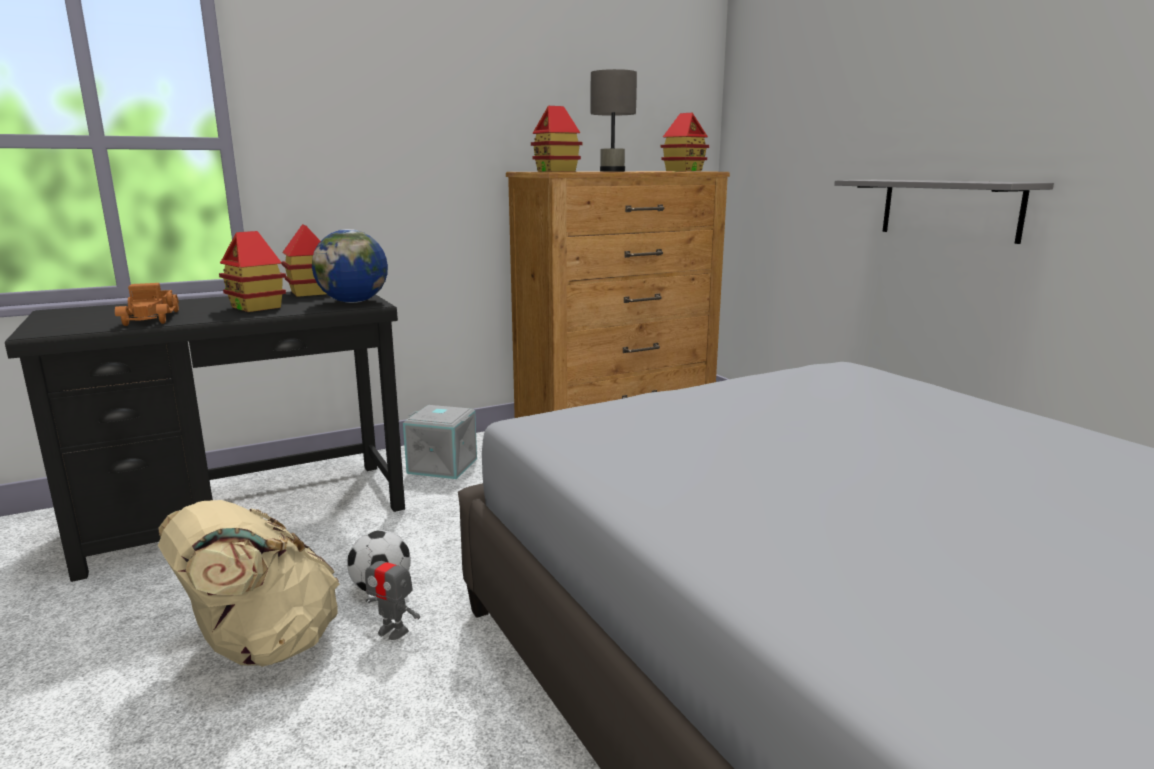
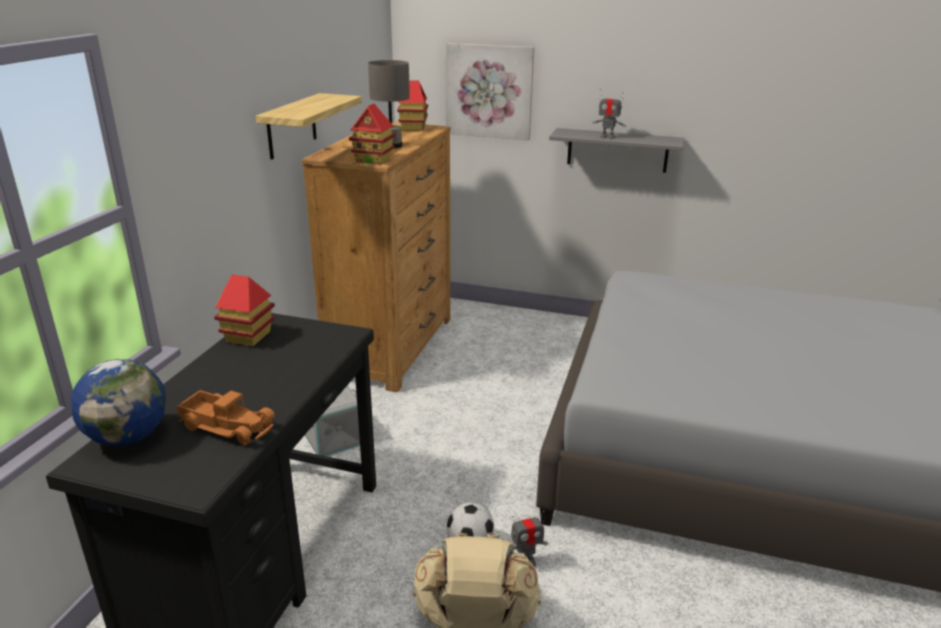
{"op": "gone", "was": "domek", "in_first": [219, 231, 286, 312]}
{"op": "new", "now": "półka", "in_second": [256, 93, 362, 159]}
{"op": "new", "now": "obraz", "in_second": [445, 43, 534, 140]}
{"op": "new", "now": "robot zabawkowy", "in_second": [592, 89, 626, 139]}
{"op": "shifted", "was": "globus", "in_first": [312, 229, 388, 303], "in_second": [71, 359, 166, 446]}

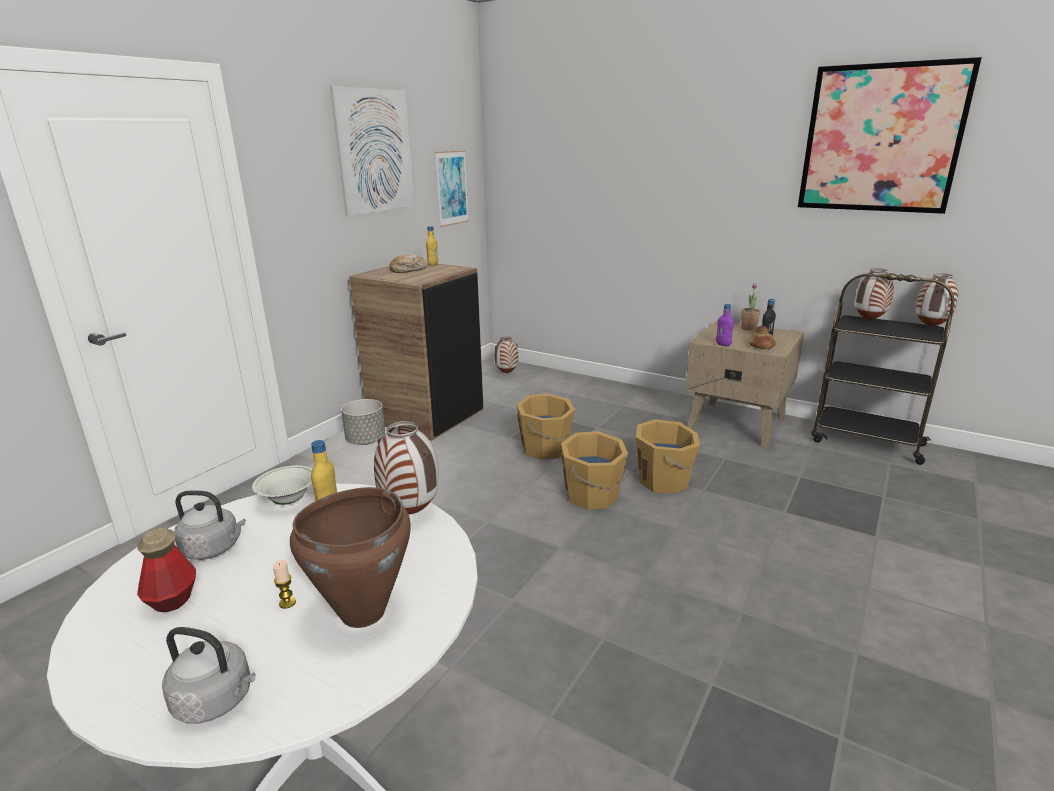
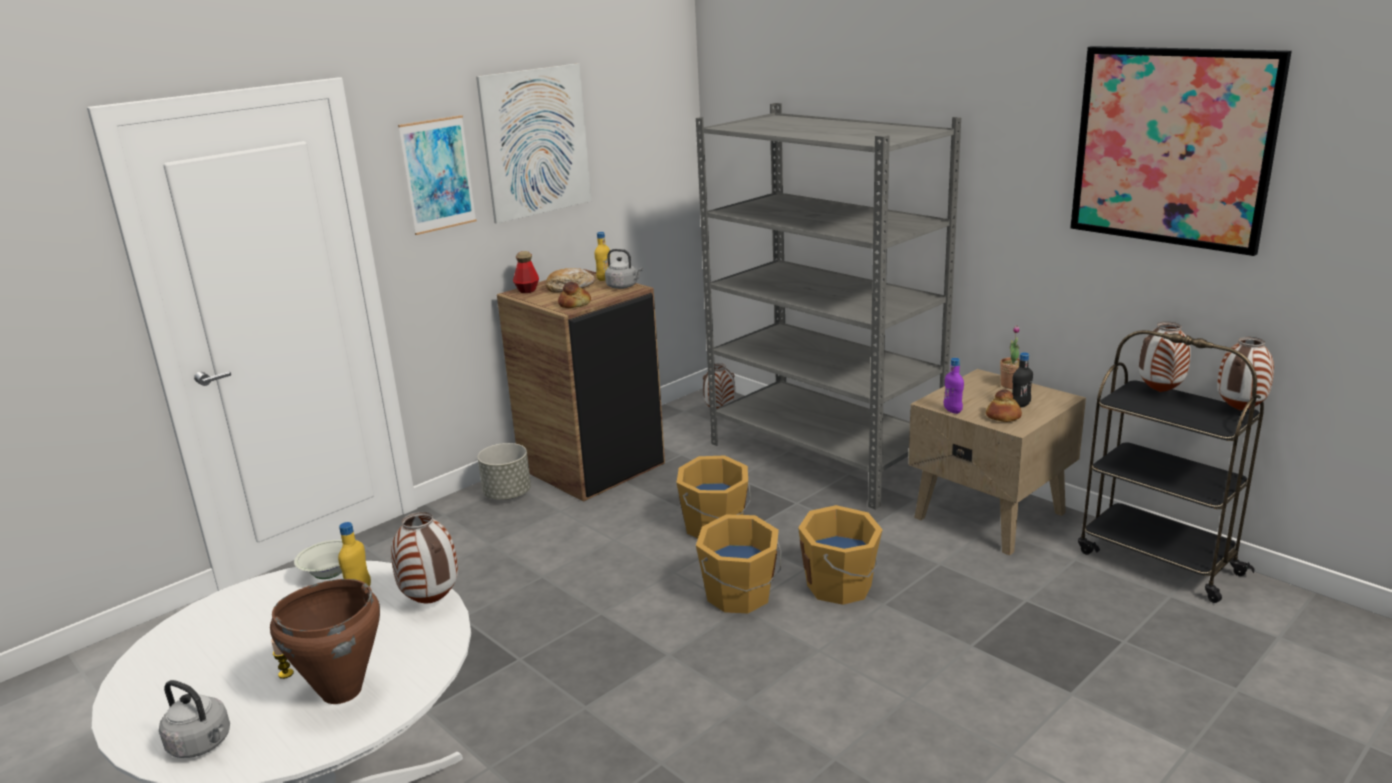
{"op": "new", "now": "chleb", "in_second": [558, 282, 591, 308]}
{"op": "new", "now": "regał [szary]", "in_second": [696, 103, 961, 510]}
{"op": "shifted", "was": "butelka", "in_first": [137, 528, 196, 612], "in_second": [513, 251, 539, 293]}
{"op": "shifted", "was": "czajnik [szary]", "in_first": [174, 490, 246, 560], "in_second": [605, 249, 643, 289]}
{"op": "shifted", "was": "obraz", "in_first": [435, 150, 469, 227], "in_second": [398, 115, 477, 235]}

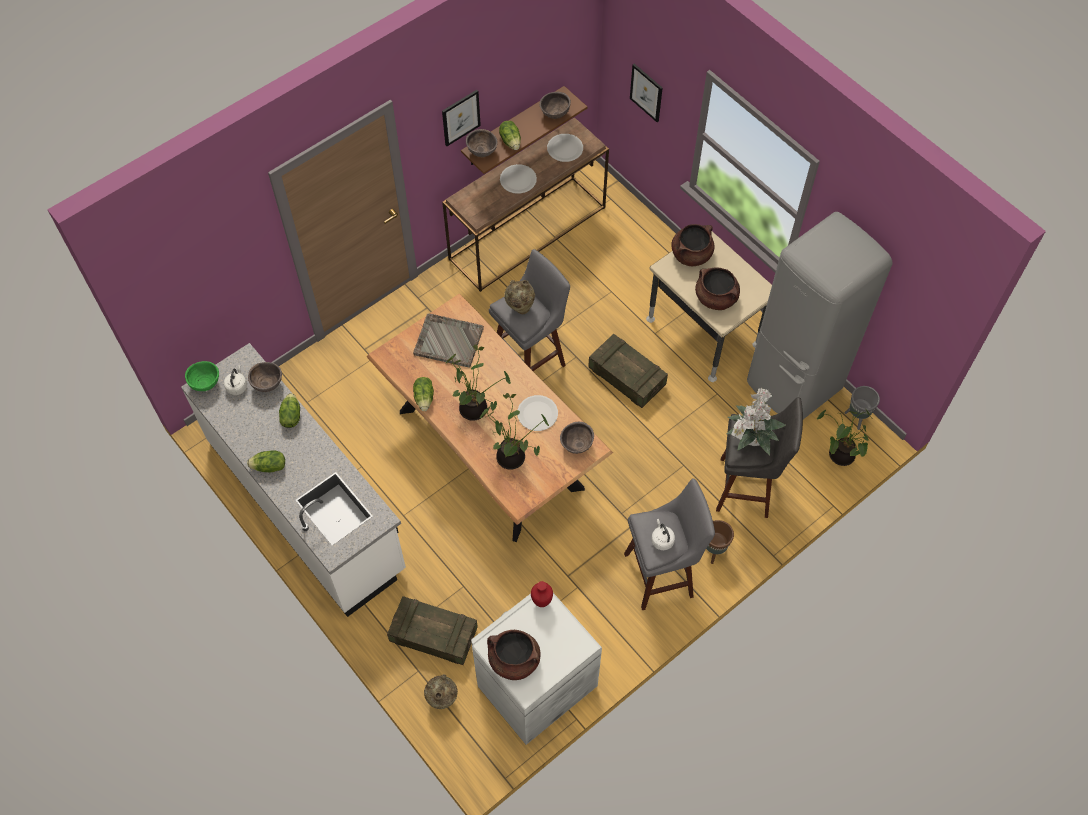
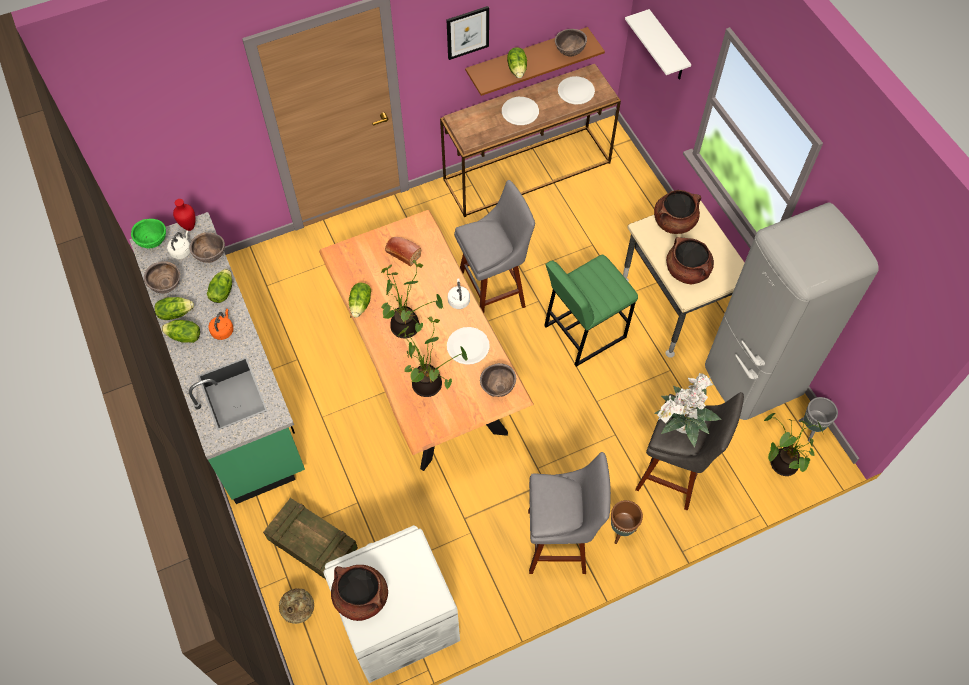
{"op": "gone", "was": "wazon [beżowy]", "in_first": [504, 280, 535, 314]}
{"op": "new", "now": "sałata", "in_second": [154, 297, 194, 320]}
{"op": "new", "now": "czajnik [pomarańczowy]", "in_second": [209, 309, 234, 340]}
{"op": "shifted", "was": "miska [brązowy]", "in_first": [466, 129, 498, 158], "in_second": [144, 261, 180, 294]}
{"op": "shifted", "was": "wazon [czerwony]", "in_first": [531, 581, 553, 607], "in_second": [173, 199, 196, 231]}
{"op": "shifted", "was": "czajnik [biały]", "in_first": [651, 519, 675, 550], "in_second": [448, 278, 470, 309]}
{"op": "swapped", "was": "taca [szary]", "now": "chleb", "in_first": [413, 313, 484, 368], "in_second": [385, 237, 421, 266]}
{"op": "swapped", "was": "skrzynka", "now": "krzesło [zielony]", "in_first": [588, 334, 668, 408], "in_second": [544, 255, 638, 367]}
{"op": "swapped", "was": "obraz", "now": "półka [biały]", "in_first": [630, 64, 662, 122], "in_second": [625, 9, 691, 80]}
{"op": "repainted", "was": "zabudowa kuchenna [biały]", "now": "zabudowa kuchenna [zielony]", "in_first": [181, 343, 406, 617], "in_second": [129, 212, 305, 504]}

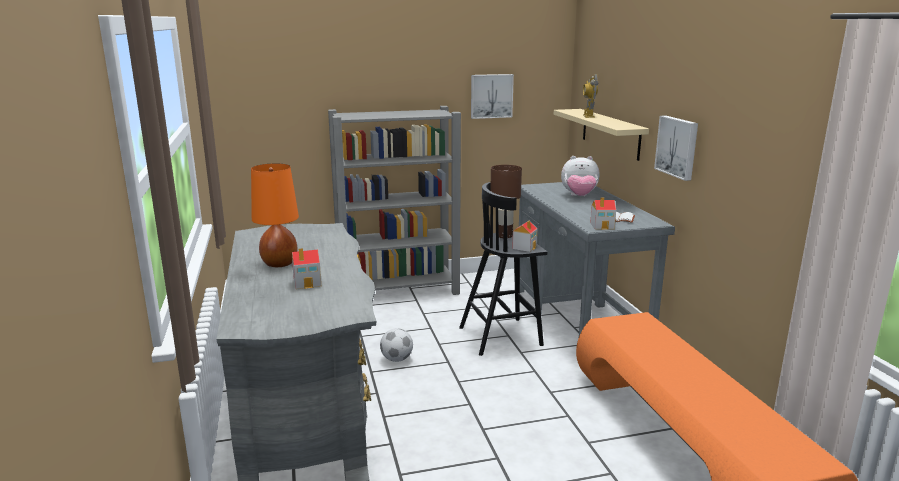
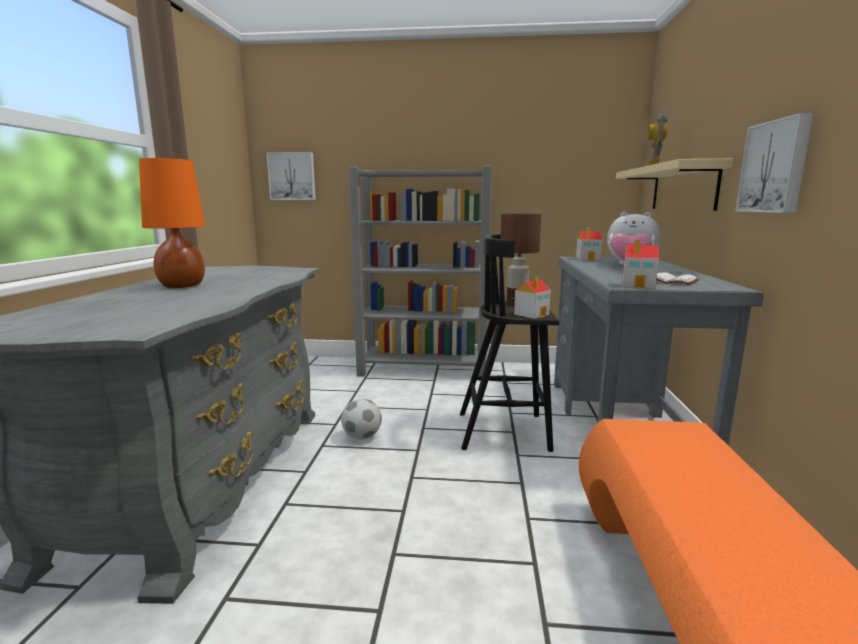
{"op": "shifted", "was": "domek", "in_first": [292, 248, 321, 289], "in_second": [576, 227, 603, 260]}
{"op": "shifted", "was": "obraz", "in_first": [471, 74, 514, 119], "in_second": [267, 152, 316, 200]}

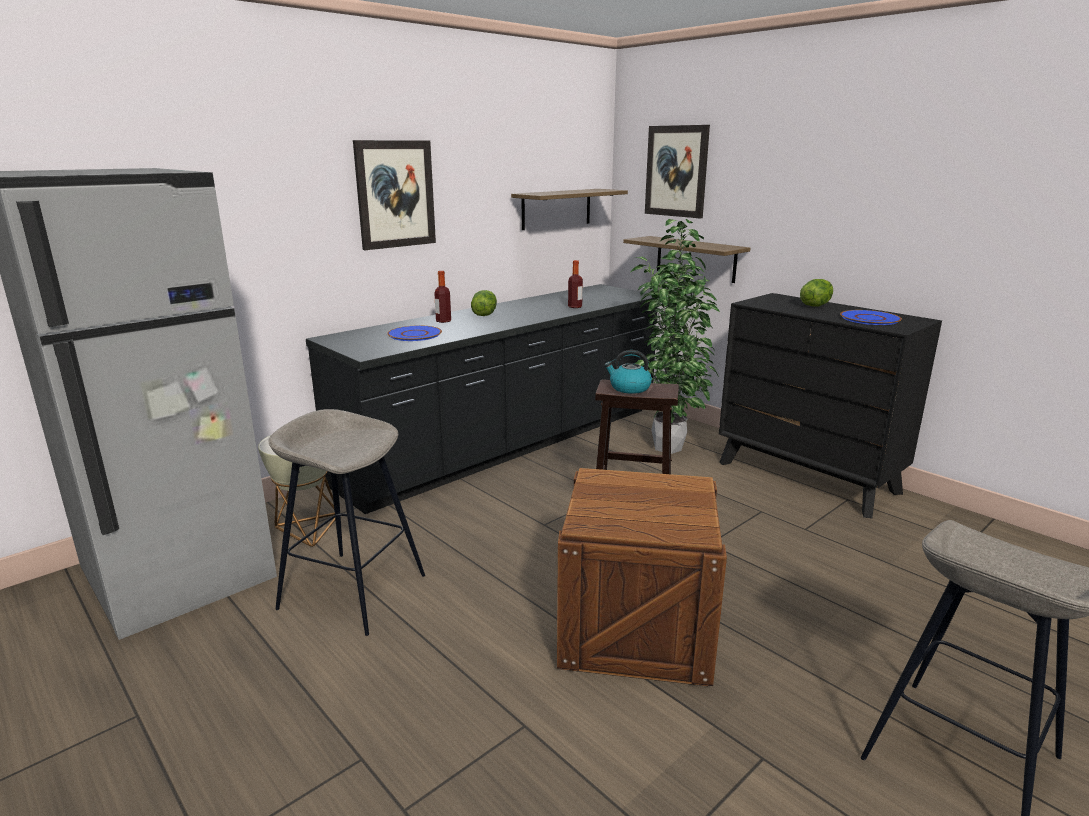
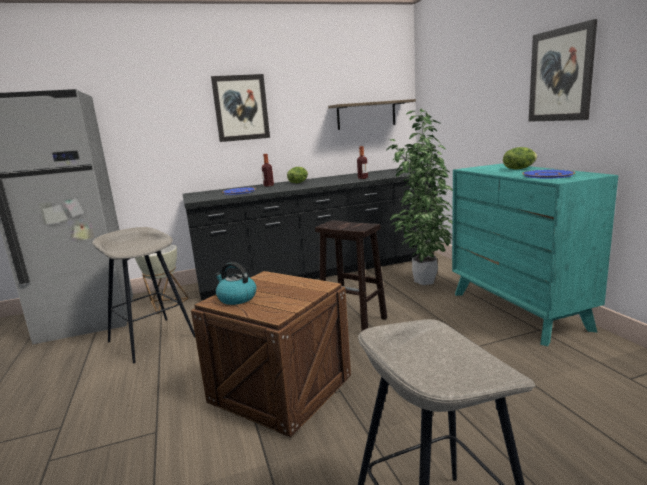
{"op": "gone", "was": "półka", "in_first": [623, 236, 750, 283]}
{"op": "shifted", "was": "czajnik", "in_first": [604, 350, 652, 394], "in_second": [215, 262, 256, 305]}
{"op": "shifted", "was": "obraz", "in_first": [645, 125, 710, 218], "in_second": [529, 19, 597, 122]}
{"op": "repainted", "was": "komoda [czarny]", "now": "komoda [turkusowy]", "in_first": [719, 293, 942, 518], "in_second": [452, 164, 618, 346]}

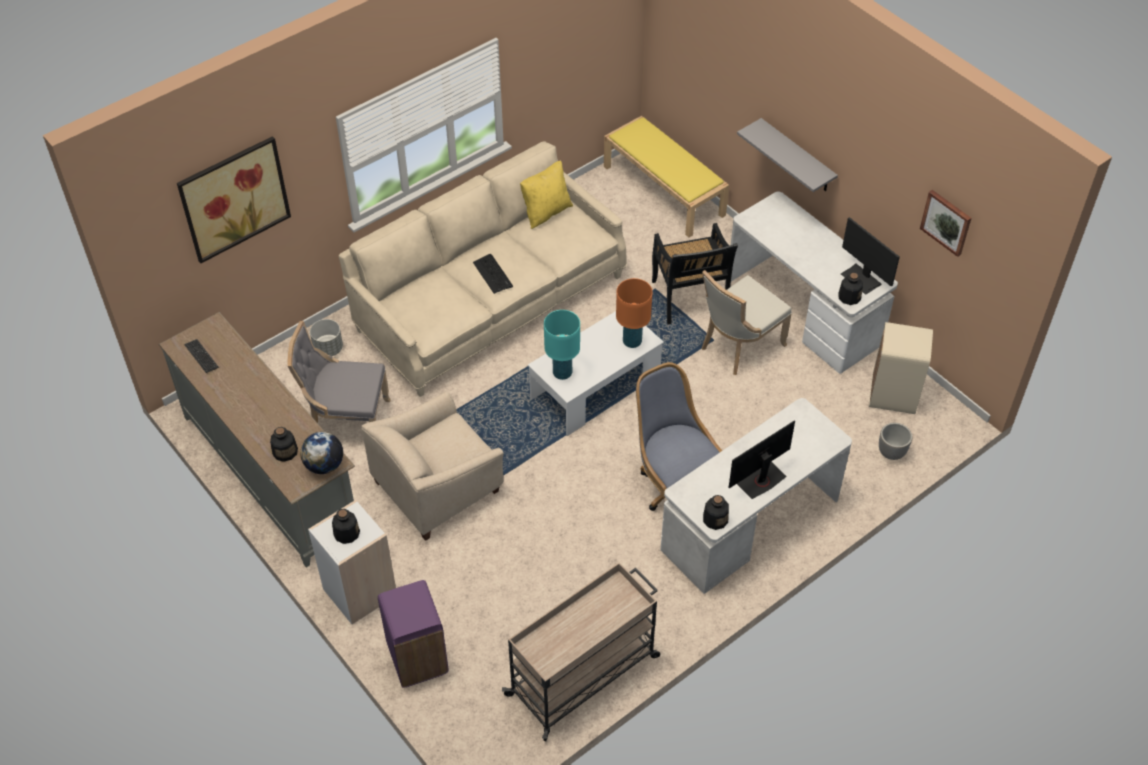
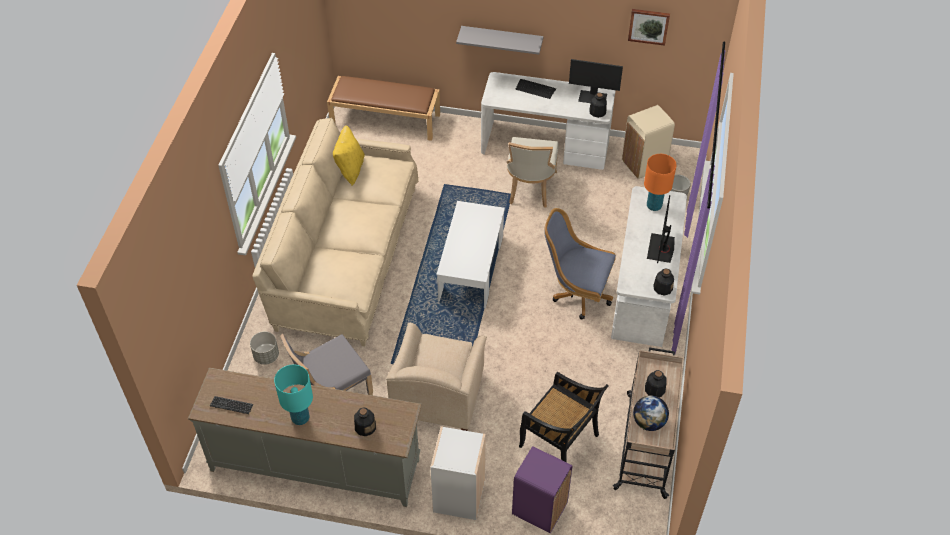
{"op": "gone", "was": "obraz", "in_first": [177, 136, 291, 263]}
{"op": "shifted", "was": "globus", "in_first": [300, 432, 343, 474], "in_second": [633, 395, 669, 431]}
{"op": "shifted", "was": "butelka", "in_first": [332, 509, 360, 544], "in_second": [645, 370, 667, 397]}
{"op": "shifted", "was": "klawiatura", "in_first": [473, 254, 513, 294], "in_second": [515, 79, 556, 99]}
{"op": "shifted", "was": "lampa stołowa [turkusowy]", "in_first": [544, 310, 580, 380], "in_second": [274, 365, 313, 425]}
{"op": "shifted", "was": "lampa stołowa [pomarańczowy]", "in_first": [616, 278, 653, 348], "in_second": [644, 154, 677, 211]}
{"op": "shifted", "was": "krzesło [czarny]", "in_first": [652, 223, 738, 325], "in_second": [519, 372, 609, 462]}
{"op": "repainted", "was": "ławka [żółty]", "now": "ławka [brązowy]", "in_first": [604, 116, 729, 237], "in_second": [327, 76, 440, 141]}

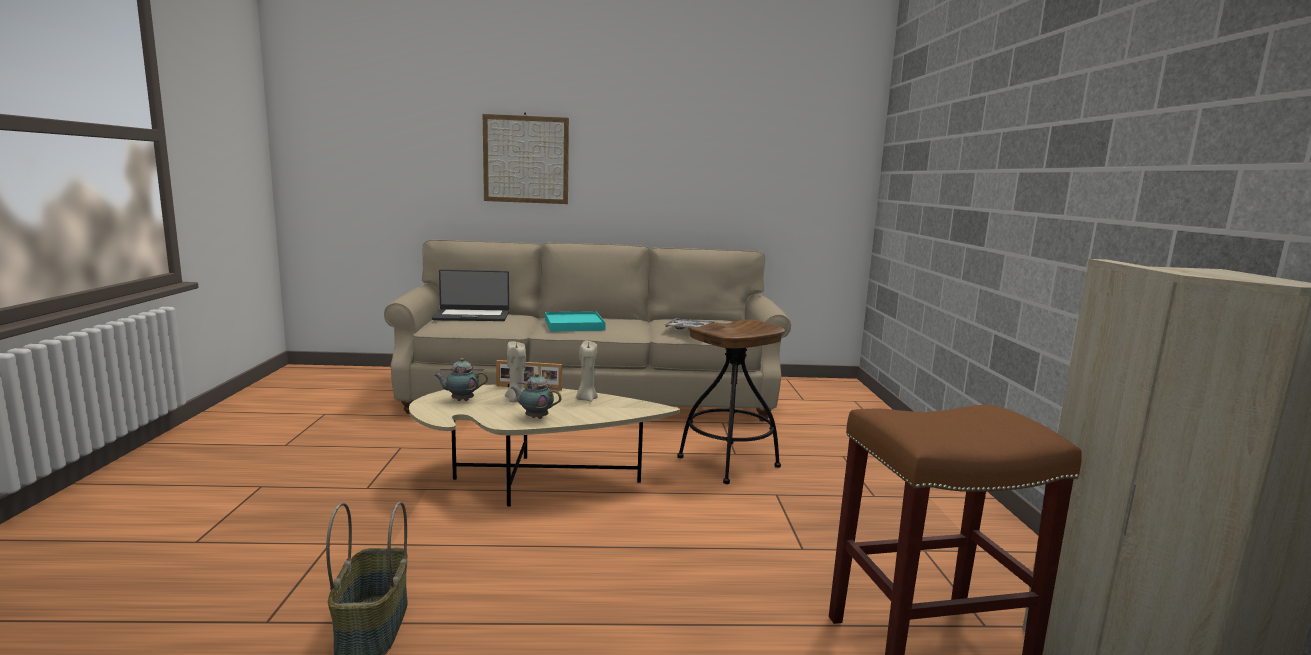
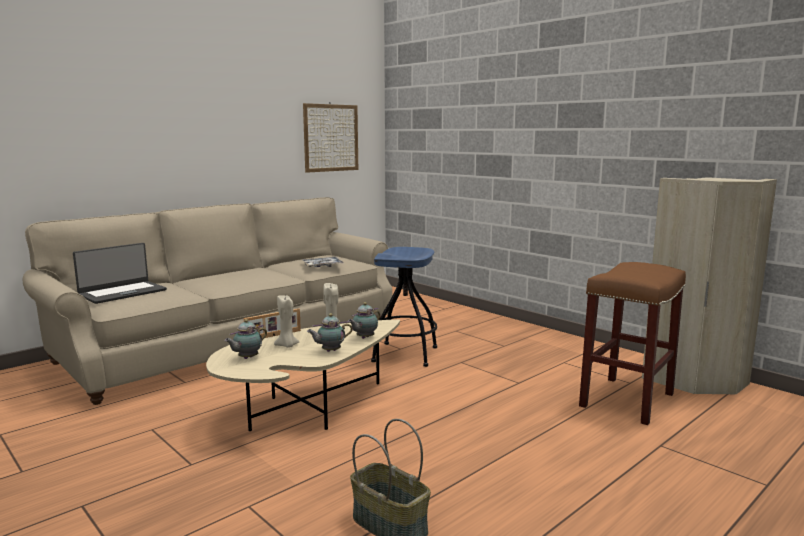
{"op": "gone", "was": "taca [turkusowy]", "in_first": [545, 311, 606, 332]}
{"op": "new", "now": "imbryk", "in_second": [348, 302, 380, 339]}
{"op": "shifted", "was": "obraz", "in_first": [483, 113, 569, 204], "in_second": [303, 102, 358, 173]}
{"op": "repainted", "was": "stołek [brązowy]", "now": "stołek [niebieski]", "in_first": [677, 319, 785, 484], "in_second": [371, 247, 437, 367]}

